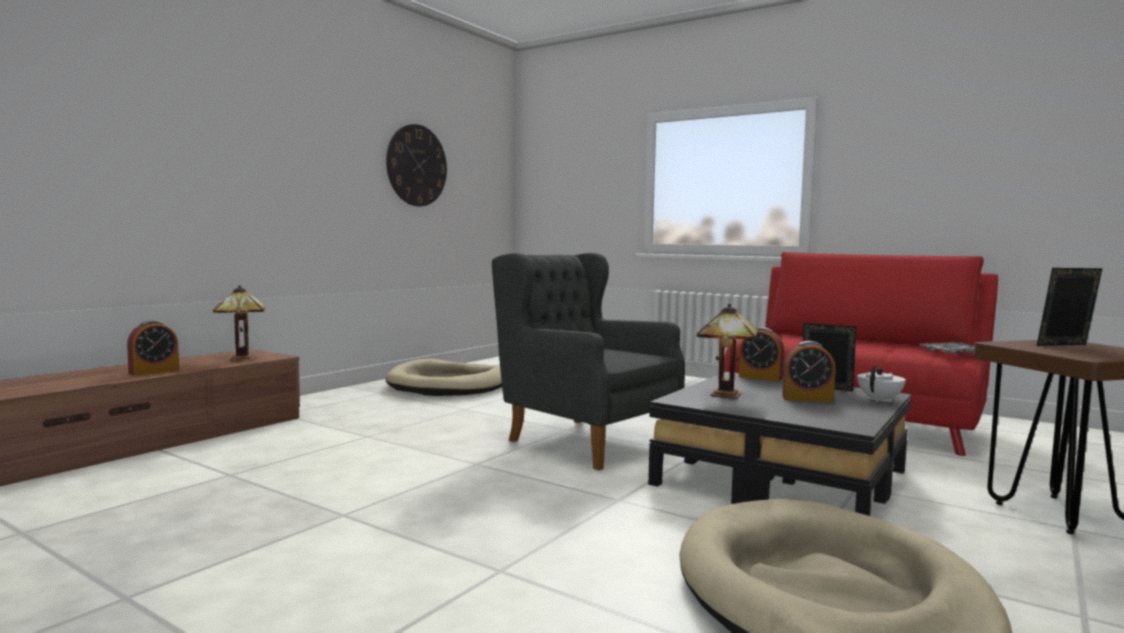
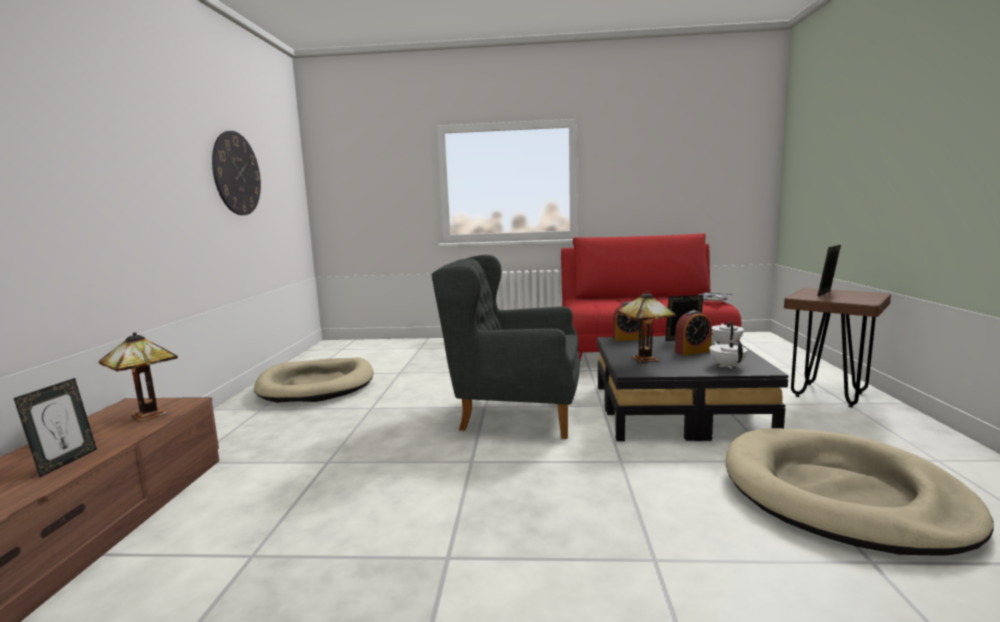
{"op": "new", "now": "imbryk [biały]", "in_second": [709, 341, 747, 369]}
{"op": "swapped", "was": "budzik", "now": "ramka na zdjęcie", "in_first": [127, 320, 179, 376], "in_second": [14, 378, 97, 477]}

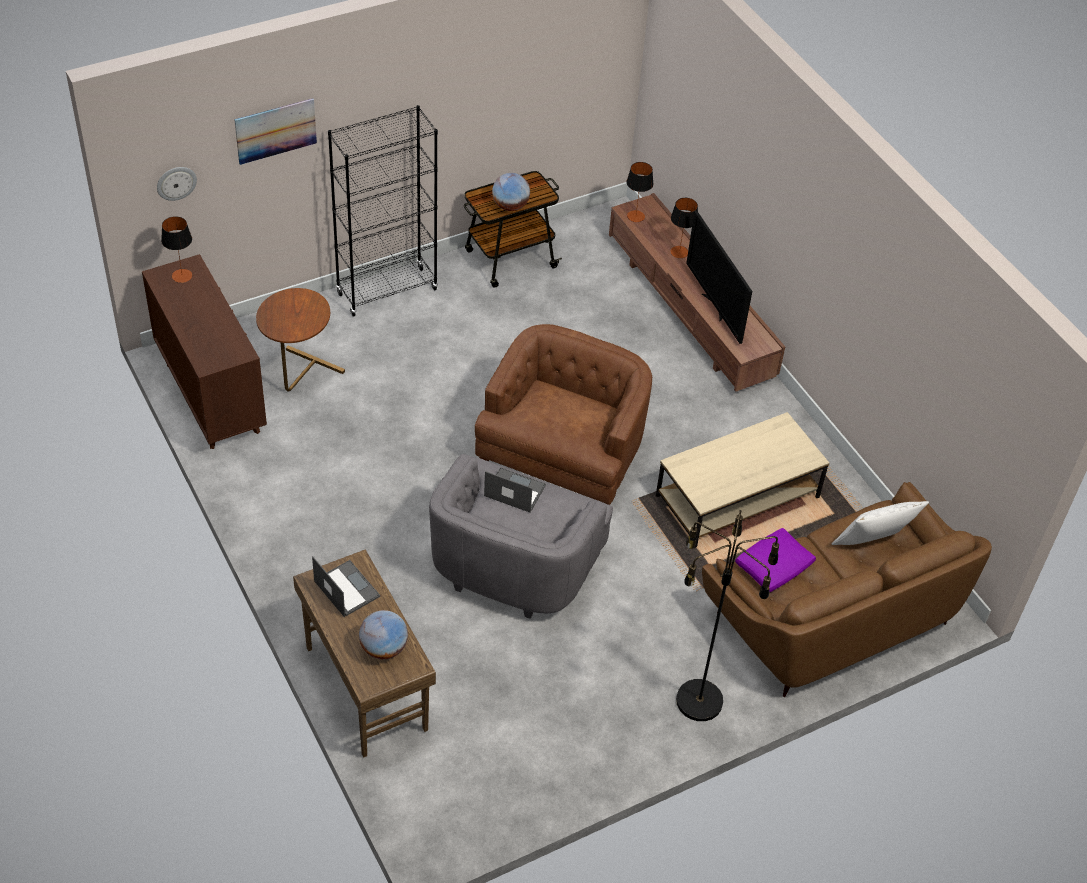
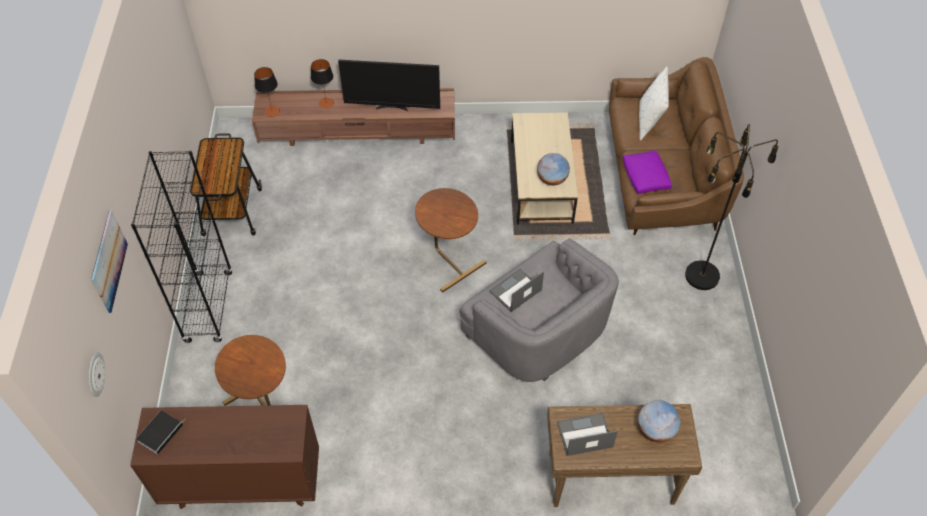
{"op": "shifted", "was": "globus", "in_first": [492, 173, 530, 211], "in_second": [537, 153, 570, 186]}
{"op": "swapped", "was": "lampa stołowa", "now": "książka", "in_first": [161, 216, 193, 283], "in_second": [136, 410, 186, 454]}
{"op": "swapped", "was": "fotel [brązowy]", "now": "stolik [brązowy]", "in_first": [475, 324, 652, 505], "in_second": [415, 188, 487, 293]}

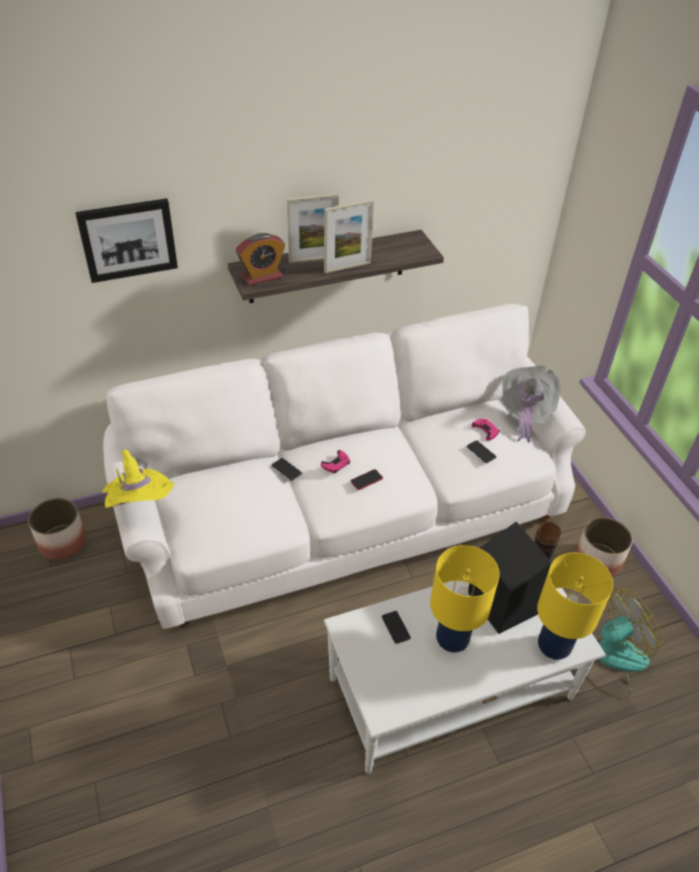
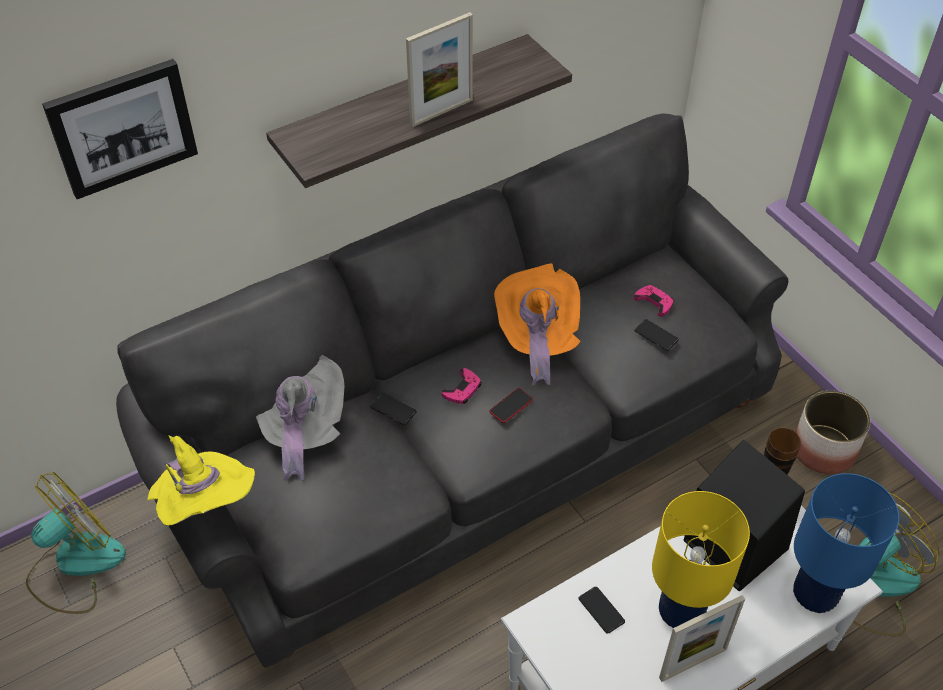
{"op": "gone", "was": "budzik", "in_first": [236, 233, 285, 286]}
{"op": "new", "now": "kapelusz [pomarańczowy]", "in_second": [494, 263, 581, 385]}
{"op": "shifted", "was": "ramka na zdjęcie", "in_first": [287, 194, 339, 263], "in_second": [659, 595, 745, 682]}
{"op": "shifted", "was": "kapelusz [szary]", "in_first": [503, 365, 561, 443], "in_second": [256, 355, 345, 480]}
{"op": "swapped", "was": "donica", "now": "wentylator", "in_first": [28, 498, 86, 560], "in_second": [26, 472, 126, 614]}
{"op": "repainted", "was": "kanapa [biały]", "now": "kanapa [czarny]", "in_first": [103, 304, 586, 629], "in_second": [116, 114, 788, 668]}
{"op": "repainted", "was": "lampa stołowa [żółty]", "now": "lampa stołowa [niebieski]", "in_first": [537, 553, 613, 660], "in_second": [793, 473, 899, 613]}

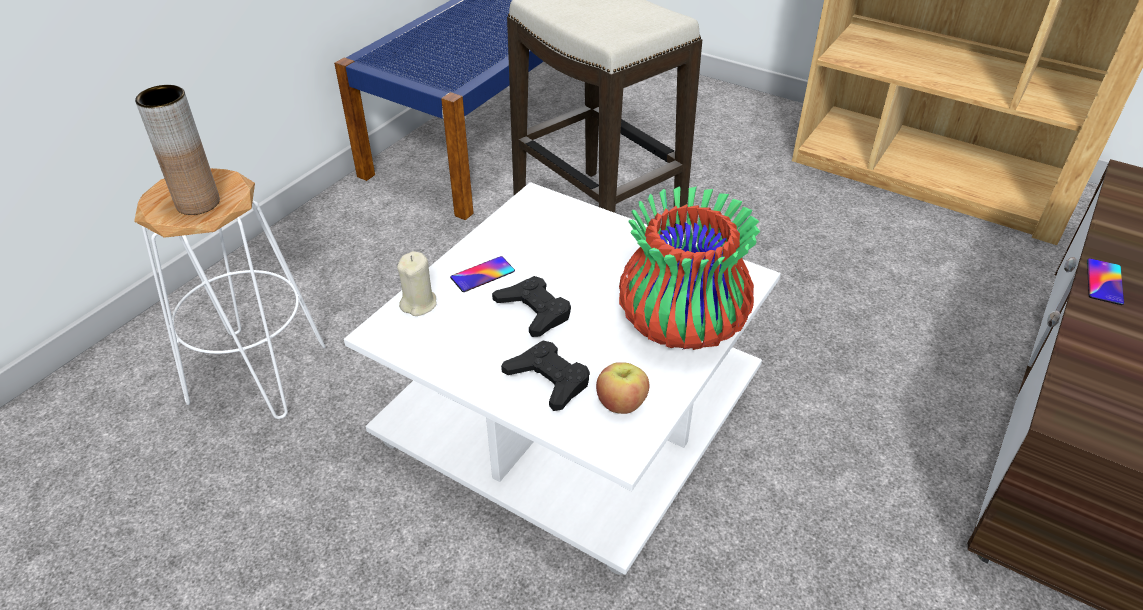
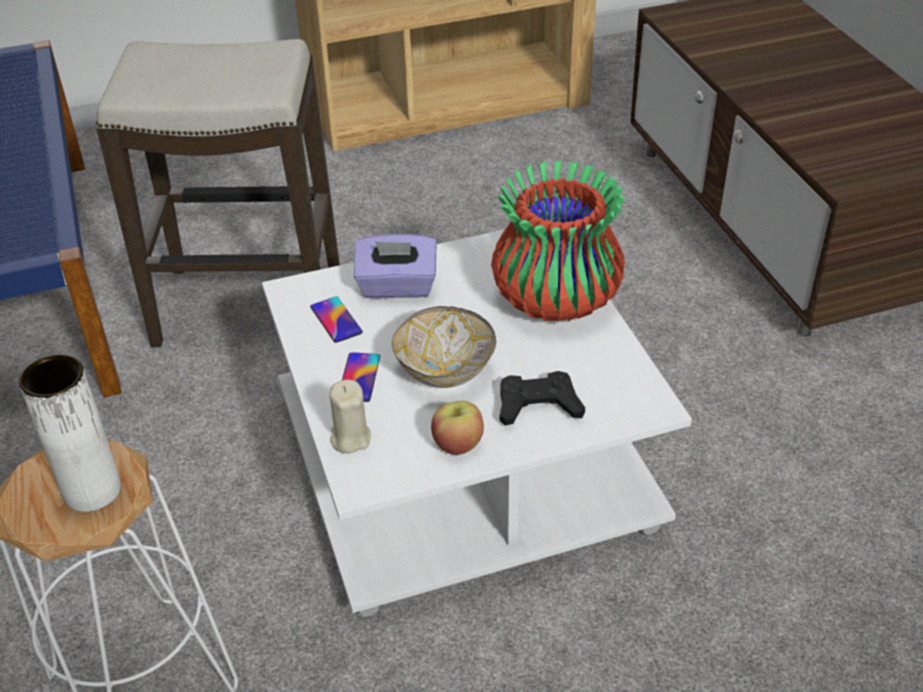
{"op": "new", "now": "pudełko chusteczek [fioletowy]", "in_second": [354, 234, 436, 299]}
{"op": "shifted", "was": "jabłko", "in_first": [596, 362, 649, 414], "in_second": [431, 401, 484, 455]}
{"op": "shifted", "was": "telefon", "in_first": [1087, 258, 1124, 305], "in_second": [310, 296, 363, 343]}
{"op": "swapped", "was": "pad do gier [czarny]", "now": "miska", "in_first": [492, 276, 571, 337], "in_second": [392, 306, 496, 388]}
{"op": "repainted", "was": "wazon [brązowy]", "now": "wazon [biały]", "in_first": [135, 85, 220, 215], "in_second": [19, 355, 121, 512]}

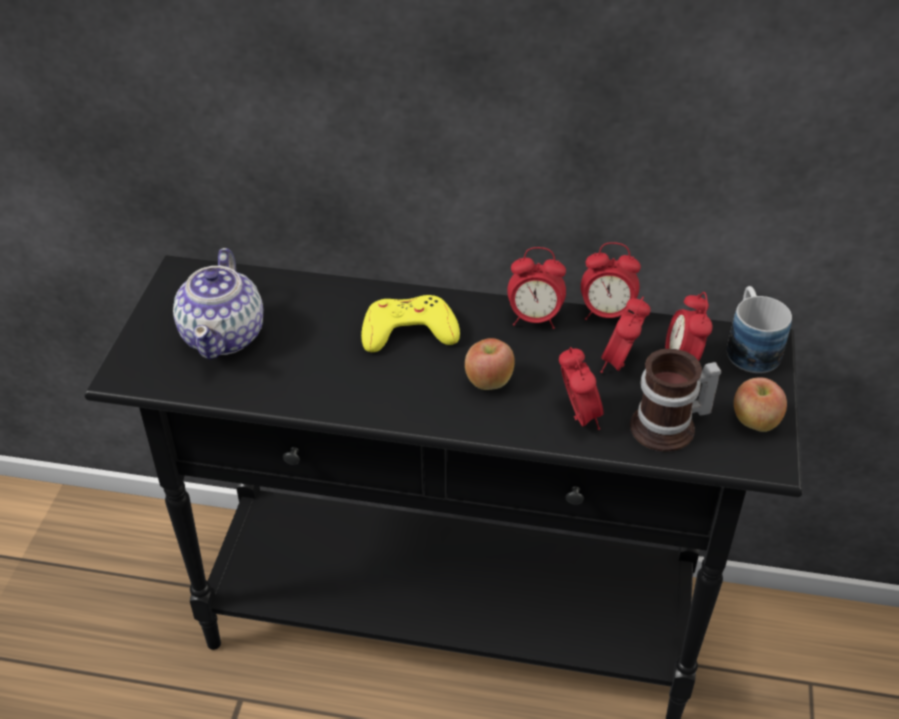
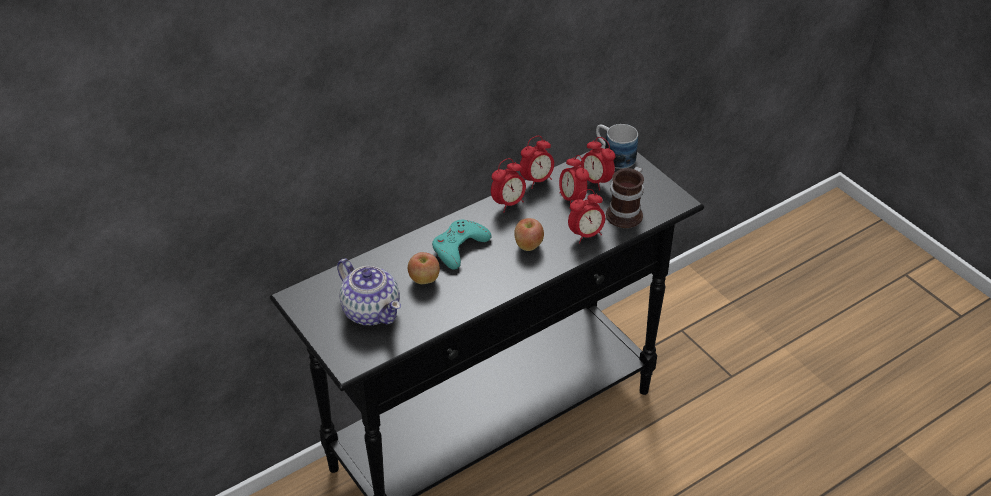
{"op": "shifted", "was": "jabłko", "in_first": [734, 377, 787, 432], "in_second": [408, 252, 440, 284]}
{"op": "repainted", "was": "pad do gier [żółty]", "now": "pad do gier [turkusowy]", "in_first": [361, 295, 460, 352], "in_second": [432, 220, 491, 270]}
{"op": "rotated", "was": "budzik", "in_first": [559, 347, 604, 430], "in_second": [568, 189, 605, 244], "clockwise": 120}

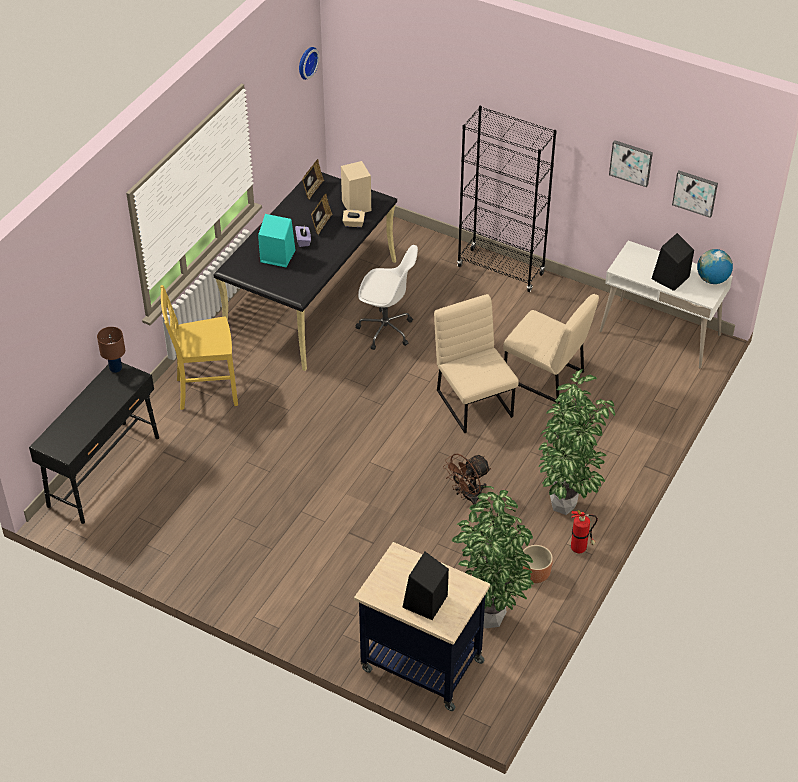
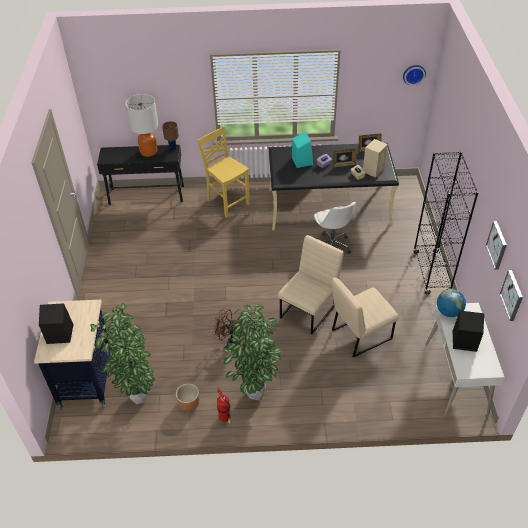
{"op": "new", "now": "lampa stołowa", "in_second": [126, 94, 159, 157]}
{"op": "shifted", "was": "globus", "in_first": [697, 249, 733, 284], "in_second": [437, 289, 466, 317]}
{"op": "rotated", "was": "krzesło [beżowy]", "in_first": [503, 294, 599, 404], "in_second": [332, 278, 399, 358], "clockwise": 60}

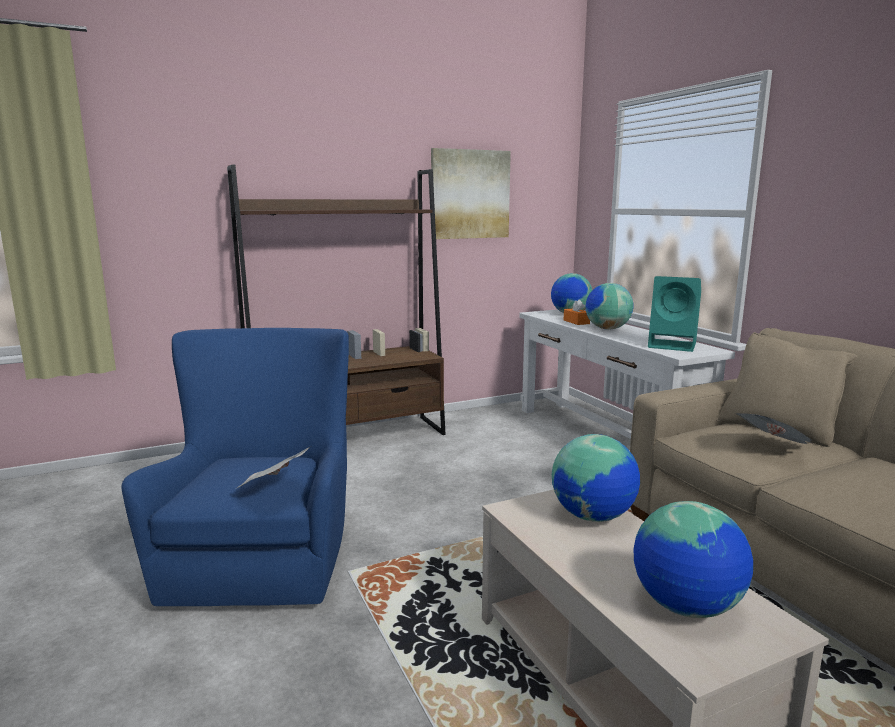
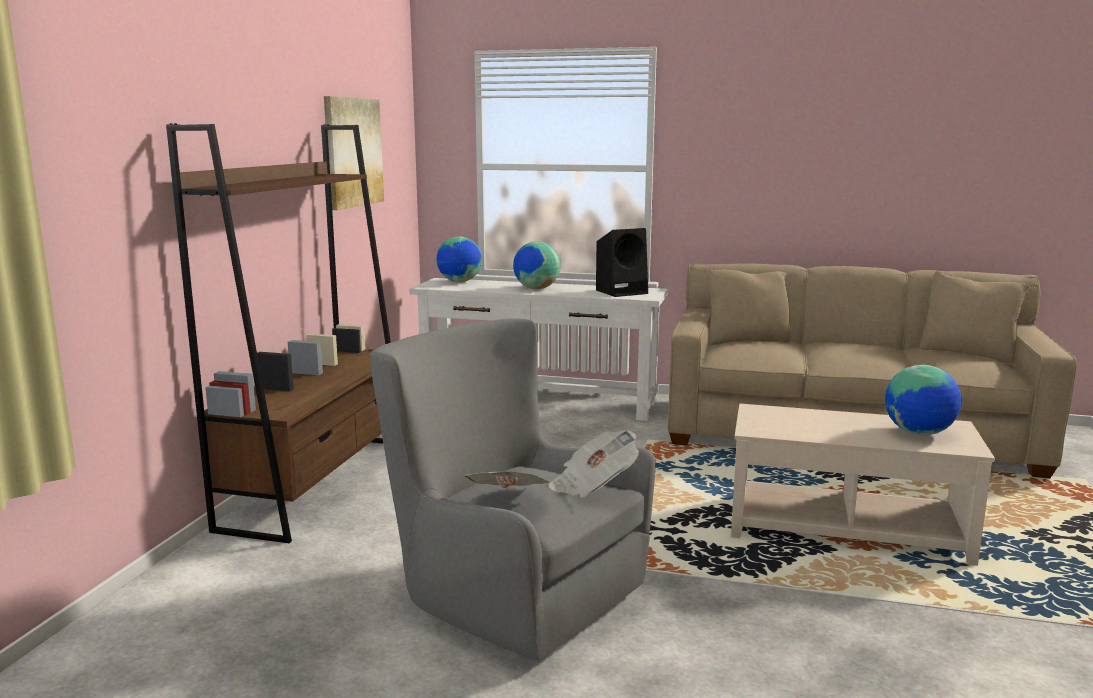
{"op": "gone", "was": "globus", "in_first": [552, 434, 640, 522]}
{"op": "gone", "was": "pudełko chusteczek [pomarańczowy]", "in_first": [564, 299, 590, 325]}
{"op": "shifted", "was": "gazeta", "in_first": [735, 413, 812, 444], "in_second": [461, 472, 549, 488]}
{"op": "repainted", "was": "fotel [niebieski]", "now": "fotel [szary]", "in_first": [122, 328, 349, 606], "in_second": [370, 318, 655, 660]}
{"op": "repainted", "was": "głośnik [turkusowy]", "now": "głośnik [czarny]", "in_first": [648, 276, 701, 352], "in_second": [596, 228, 648, 297]}

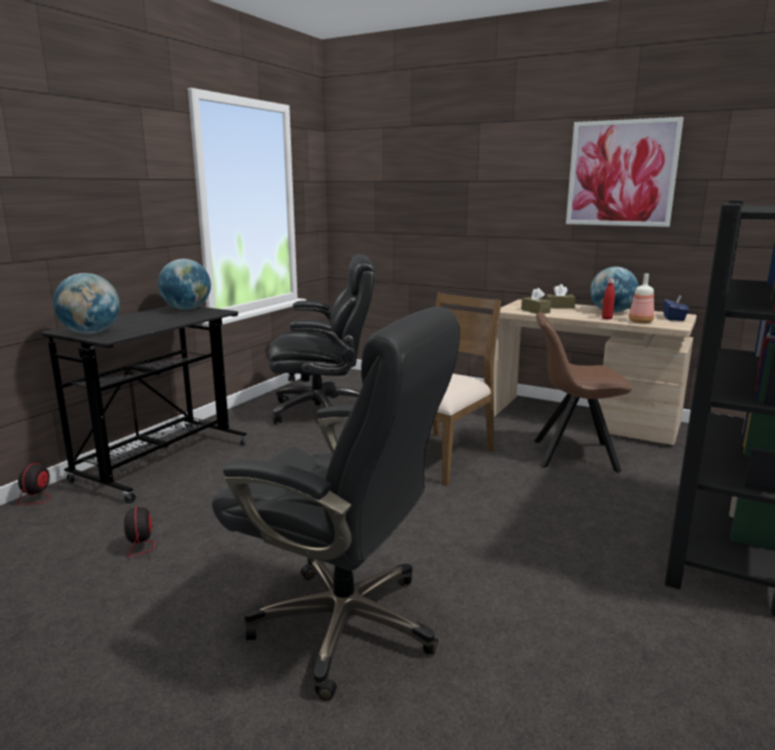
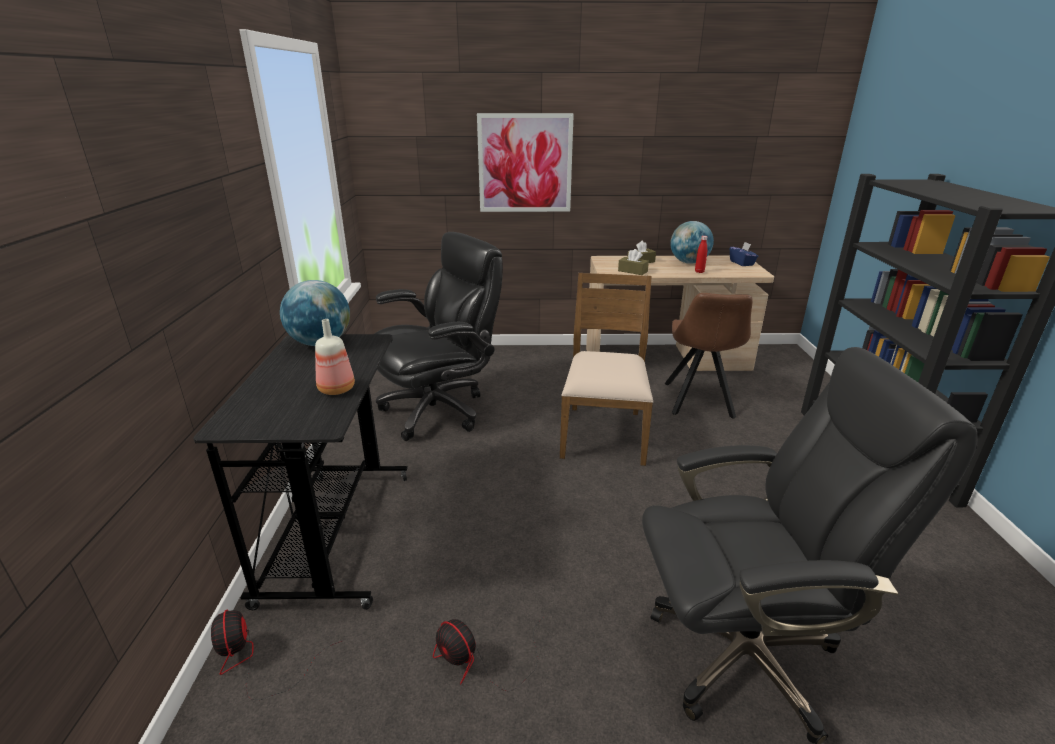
{"op": "gone", "was": "globus", "in_first": [53, 273, 120, 334]}
{"op": "shifted", "was": "obraz", "in_first": [566, 117, 684, 227], "in_second": [477, 113, 574, 212]}
{"op": "shifted", "was": "butelka", "in_first": [629, 274, 654, 323], "in_second": [315, 319, 355, 395]}
{"op": "rotated", "was": "krzesło [brązowy]", "in_first": [534, 312, 632, 473], "in_second": [664, 293, 753, 419], "clockwise": -60}

